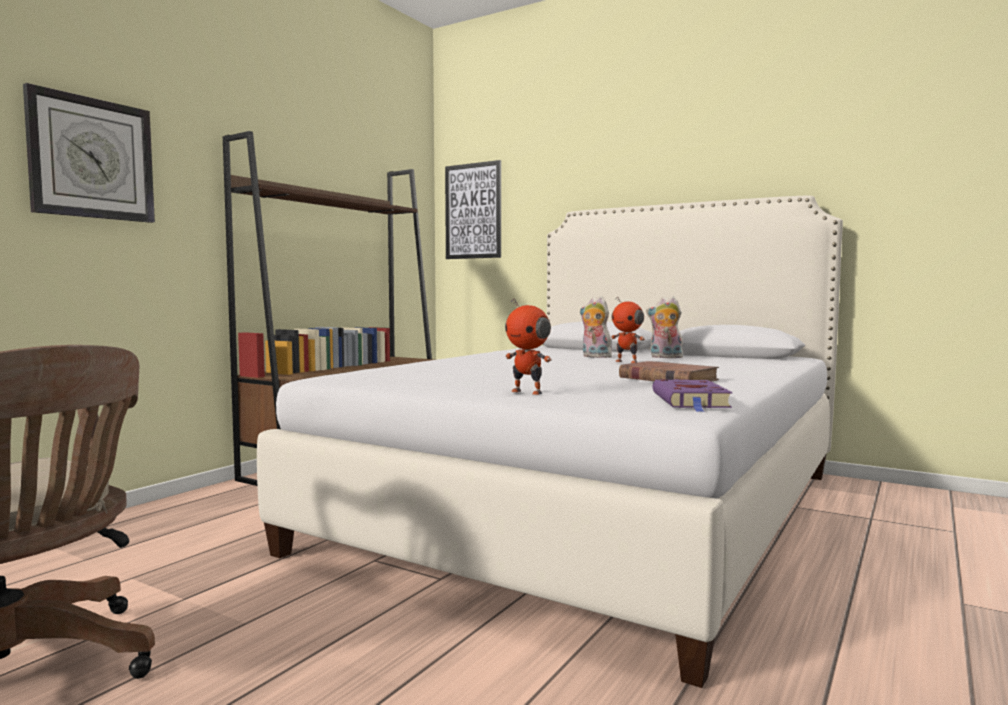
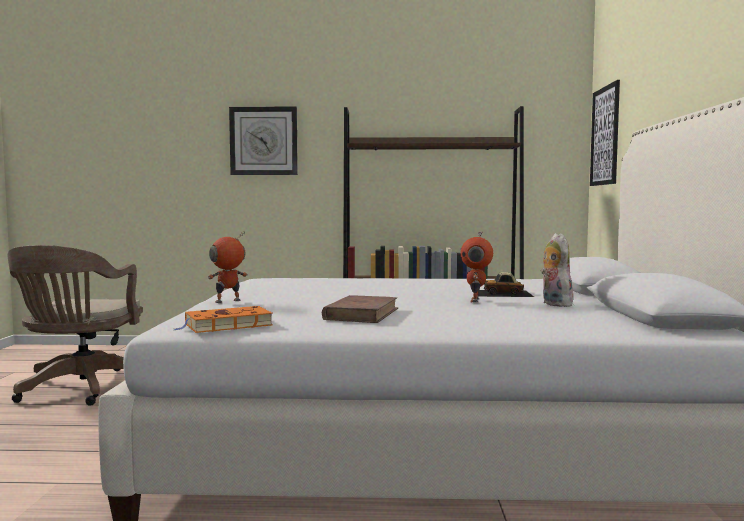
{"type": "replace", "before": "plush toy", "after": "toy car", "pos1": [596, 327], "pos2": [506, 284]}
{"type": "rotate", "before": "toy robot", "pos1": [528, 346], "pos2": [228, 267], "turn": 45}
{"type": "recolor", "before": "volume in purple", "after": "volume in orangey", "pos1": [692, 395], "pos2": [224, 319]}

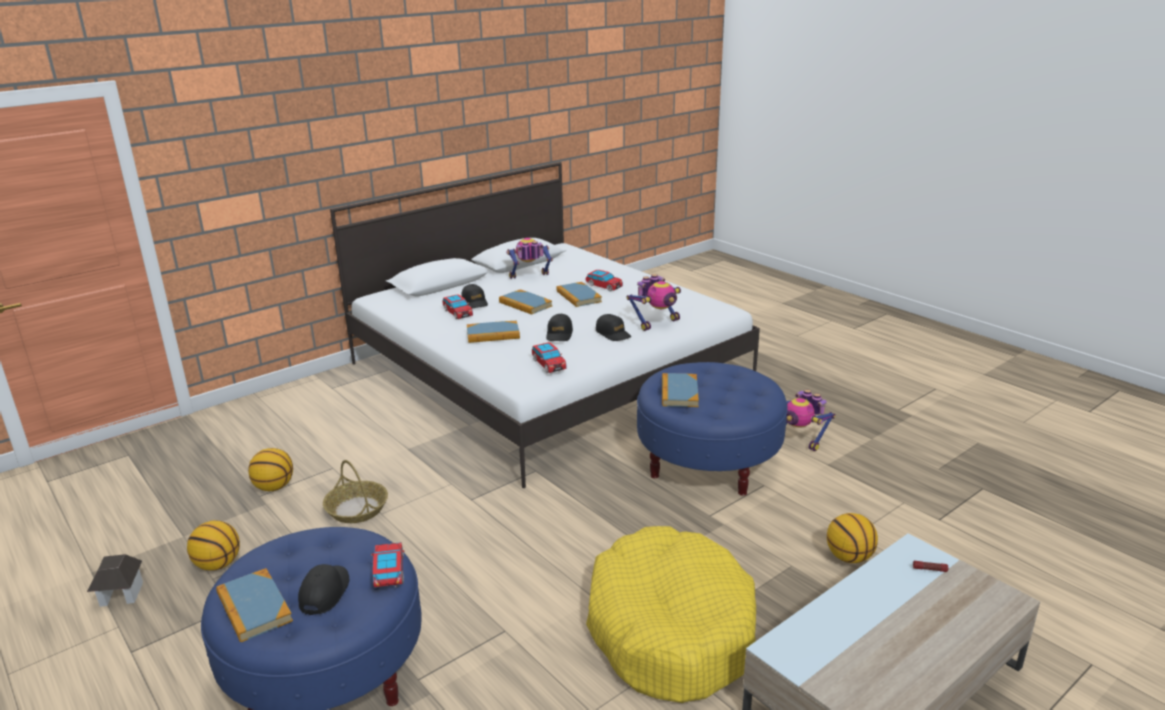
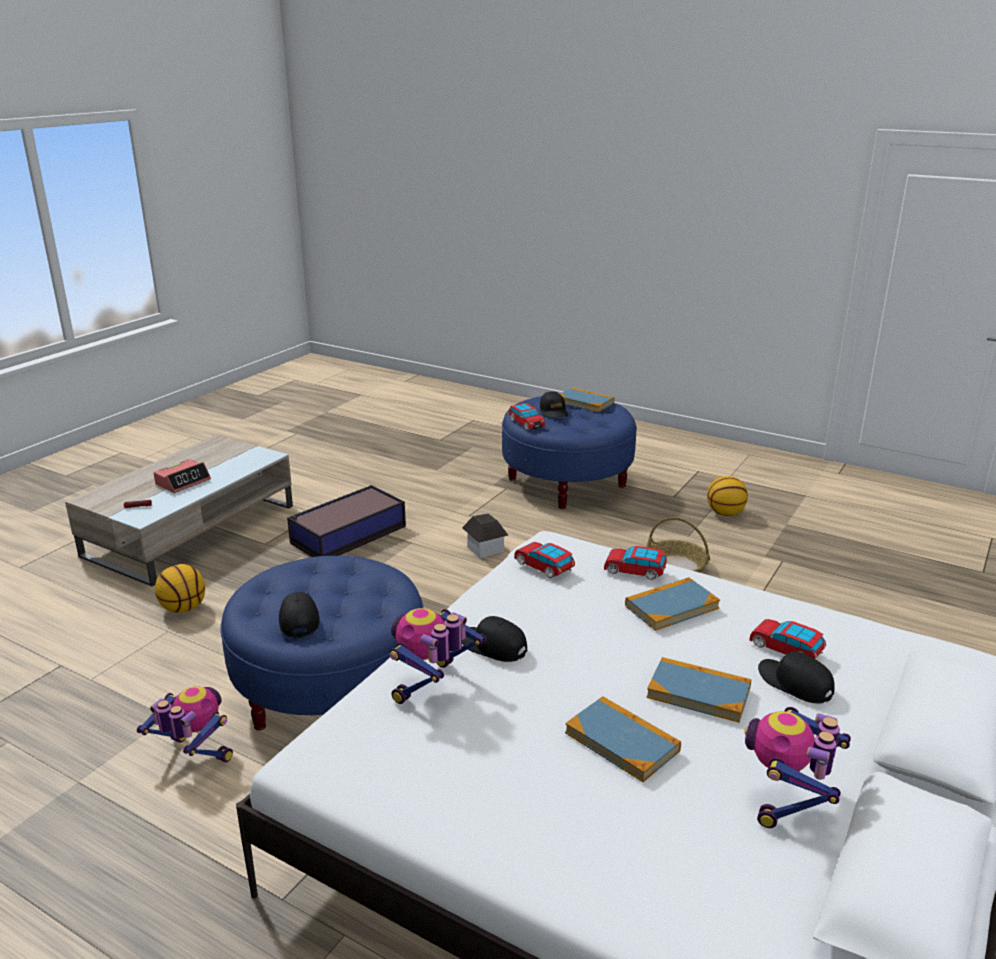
{"type": "rotate", "before": "toy robot", "pos1": [529, 258], "pos2": [797, 767], "turn": 150}
{"type": "move", "before": "toy car", "pos1": [604, 280], "pos2": [635, 563]}
{"type": "move", "before": "cap in black", "pos1": [559, 327], "pos2": [299, 615]}
{"type": "delete", "before": "volume", "pos1": [680, 390]}
{"type": "delete", "before": "basketball", "pos1": [270, 469]}
{"type": "replace", "before": "pet bed in yellow-coloured", "after": "storage container", "pos1": [671, 614], "pos2": [346, 521]}
{"type": "move", "before": "miniature house", "pos1": [115, 580], "pos2": [485, 536]}
{"type": "insert", "after": "bedside clock", "pos2": [182, 476]}

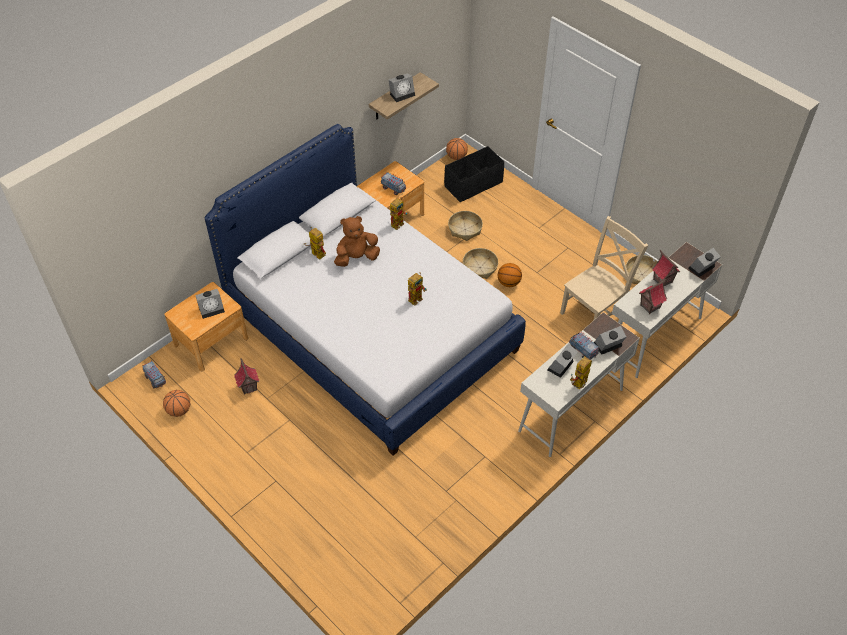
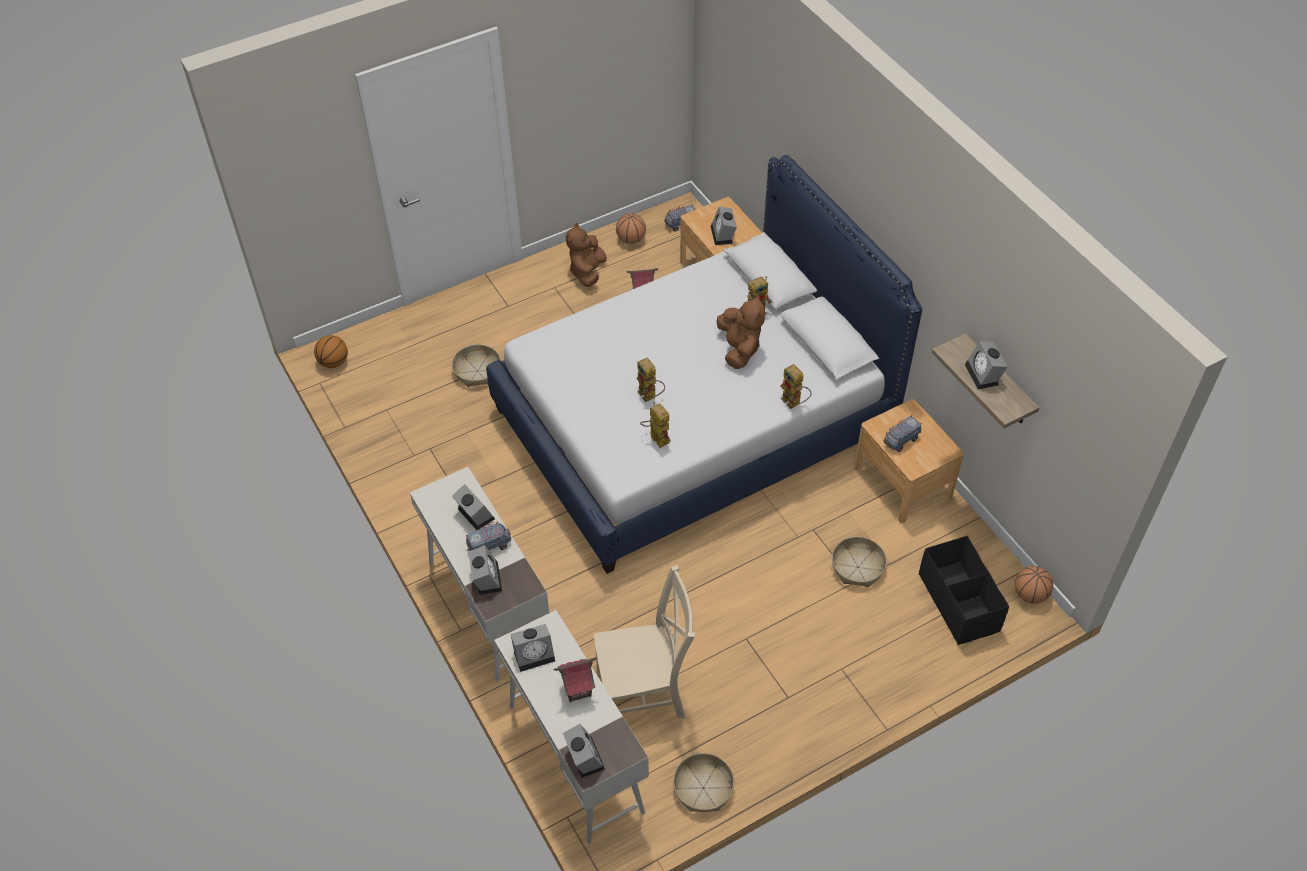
{"type": "rotate", "before": "plain chair in sand-coloured", "pos1": [604, 268], "pos2": [644, 641], "turn": -75}
{"type": "move", "before": "basket", "pos1": [480, 263], "pos2": [476, 365]}
{"type": "move", "before": "basketball", "pos1": [510, 275], "pos2": [331, 351]}
{"type": "replace", "before": "miniature house", "after": "bedside clock", "pos1": [653, 296], "pos2": [532, 648]}
{"type": "move", "before": "toy robot", "pos1": [581, 372], "pos2": [655, 425]}
{"type": "insert", "after": "plush toy in brownish", "pos2": [586, 255]}

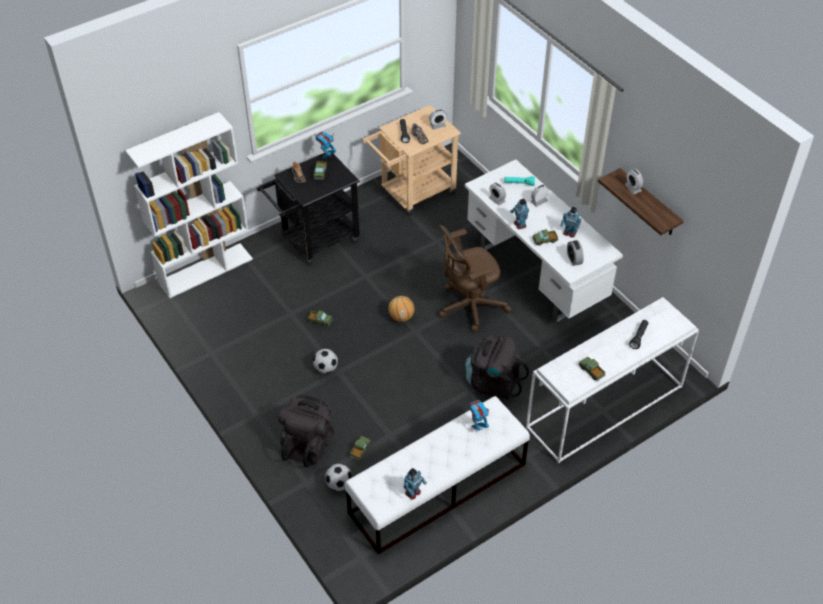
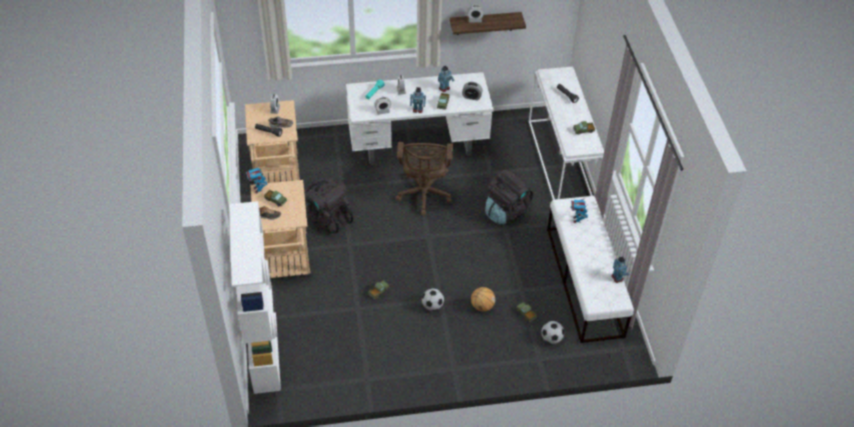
{"type": "recolor", "before": "wheeled cart in black", "after": "wheeled cart in sand-coloured", "pos1": [308, 207], "pos2": [281, 229]}
{"type": "move", "before": "basketball", "pos1": [401, 309], "pos2": [483, 299]}
{"type": "move", "before": "knapsack in black", "pos1": [306, 431], "pos2": [329, 206]}

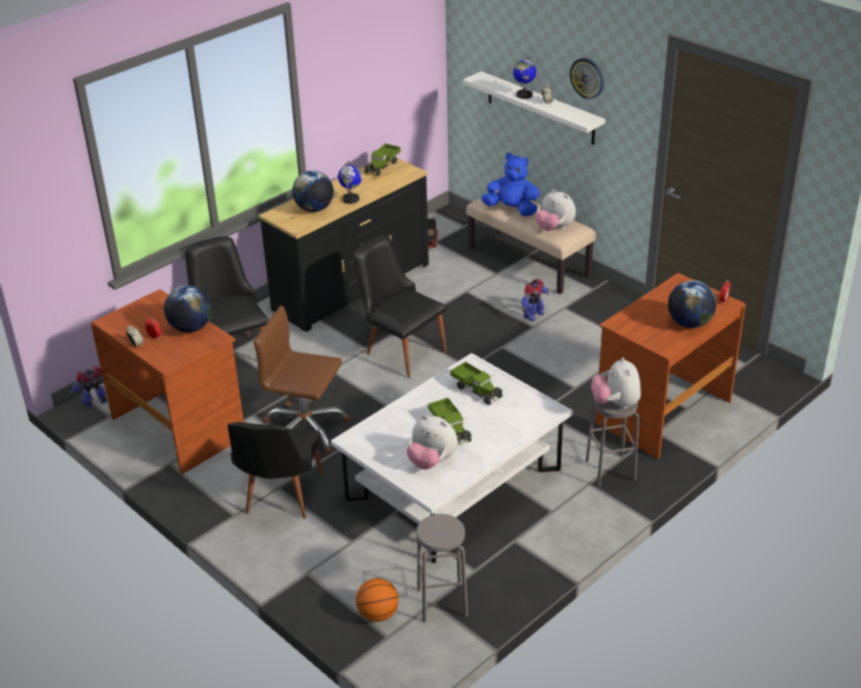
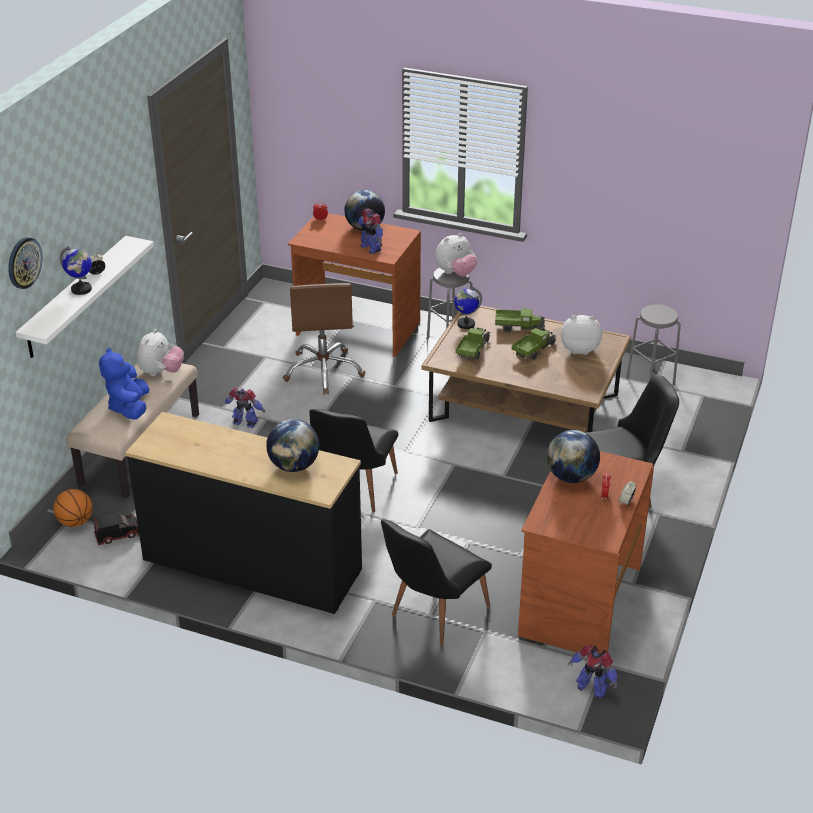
{"type": "move", "before": "wall clock", "pos1": [587, 78], "pos2": [25, 263]}
{"type": "move", "before": "model truck", "pos1": [382, 160], "pos2": [520, 320]}
{"type": "move", "before": "world globe", "pos1": [350, 184], "pos2": [468, 308]}
{"type": "move", "before": "desk chair in brownish", "pos1": [302, 380], "pos2": [324, 339]}
{"type": "recolor", "before": "coffee table in white-coloured", "after": "coffee table in brownish", "pos1": [452, 458], "pos2": [526, 368]}
{"type": "rotate", "before": "plush toy", "pos1": [432, 442], "pos2": [581, 335], "turn": -90}
{"type": "move", "before": "basketball", "pos1": [377, 600], "pos2": [73, 508]}
{"type": "insert", "after": "toy robot", "pos2": [369, 231]}

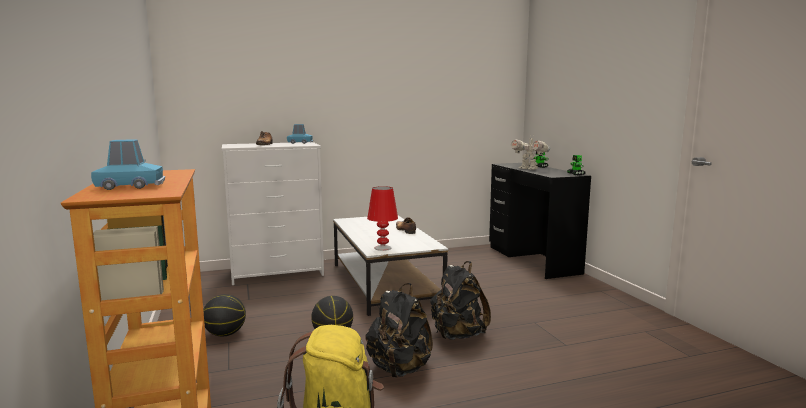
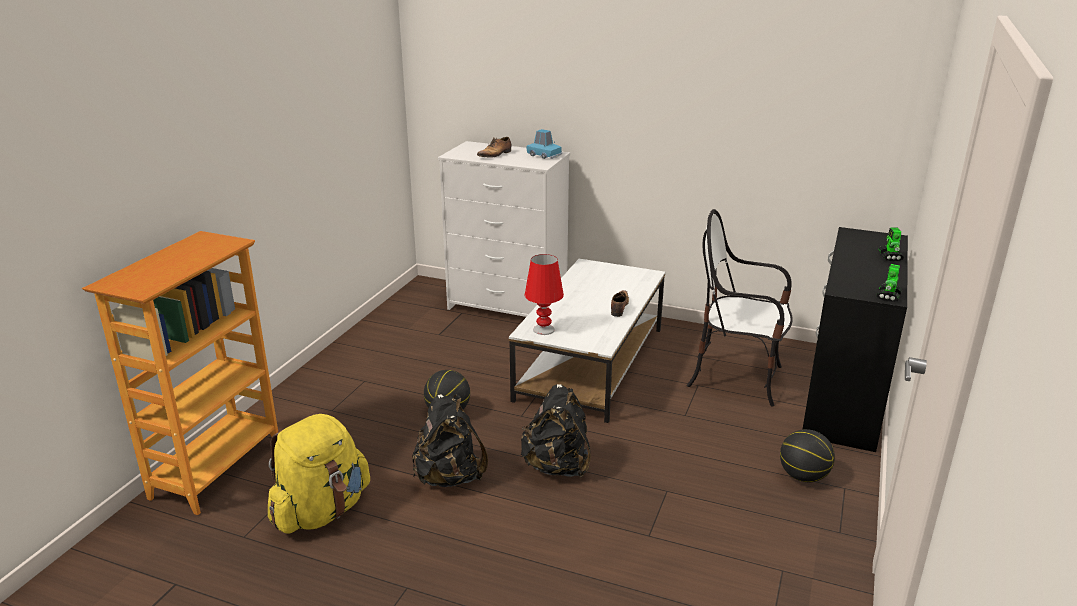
{"type": "delete", "before": "toy robot", "pos1": [530, 153]}
{"type": "delete", "before": "toy car in bluish", "pos1": [128, 164]}
{"type": "move", "before": "basketball", "pos1": [224, 315], "pos2": [807, 455]}
{"type": "insert", "after": "plain chair", "pos2": [740, 307]}

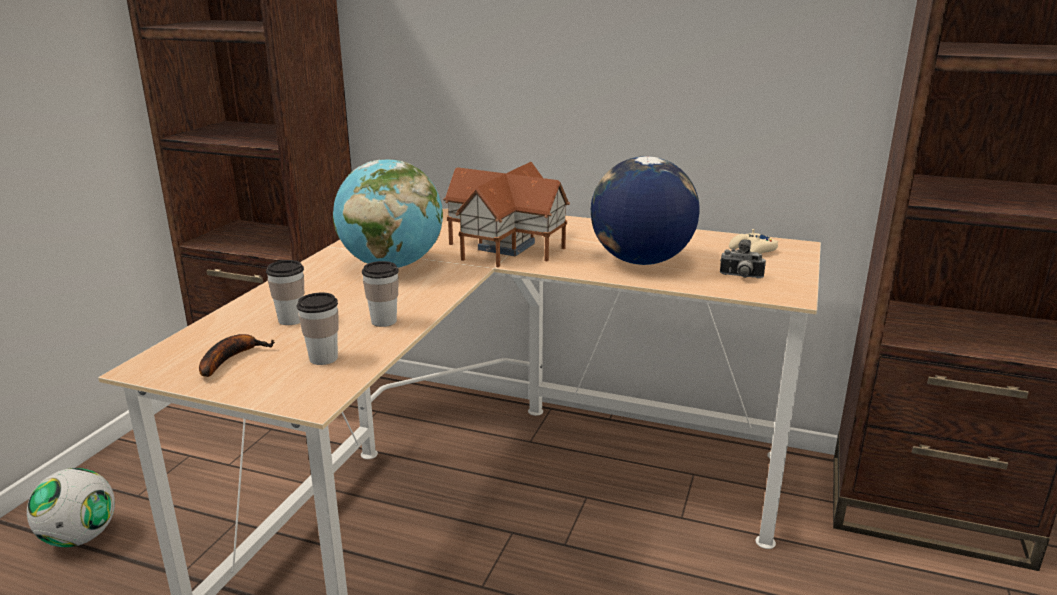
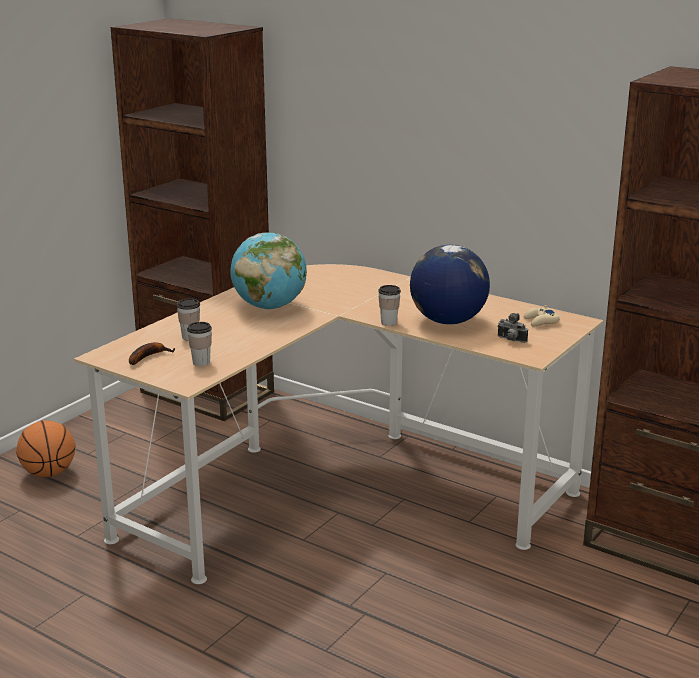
{"type": "delete", "before": "miniature house", "pos1": [506, 214]}
{"type": "move", "before": "cup", "pos1": [380, 294], "pos2": [389, 305]}
{"type": "replace", "before": "ball for football", "after": "basketball", "pos1": [71, 507], "pos2": [45, 448]}

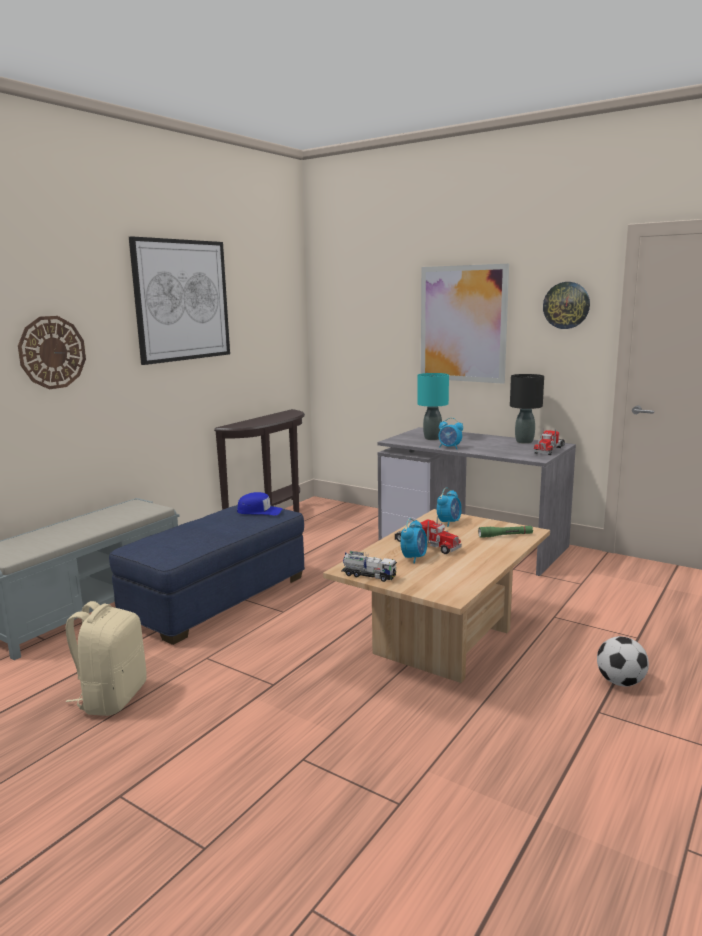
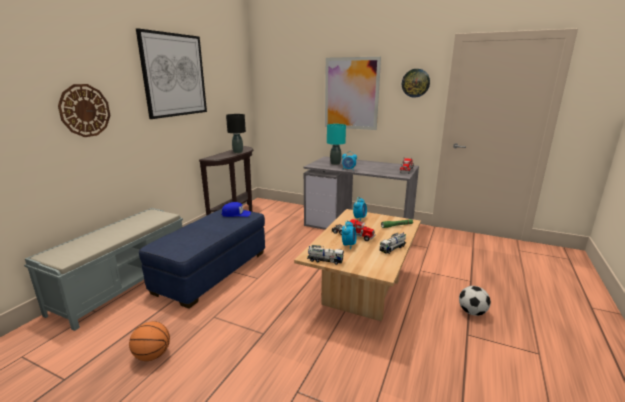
{"type": "move", "before": "table lamp in black", "pos1": [527, 409], "pos2": [236, 133]}
{"type": "replace", "before": "knapsack in sand-coloured", "after": "basketball", "pos1": [106, 658], "pos2": [149, 341]}
{"type": "insert", "after": "model truck", "pos2": [393, 243]}

